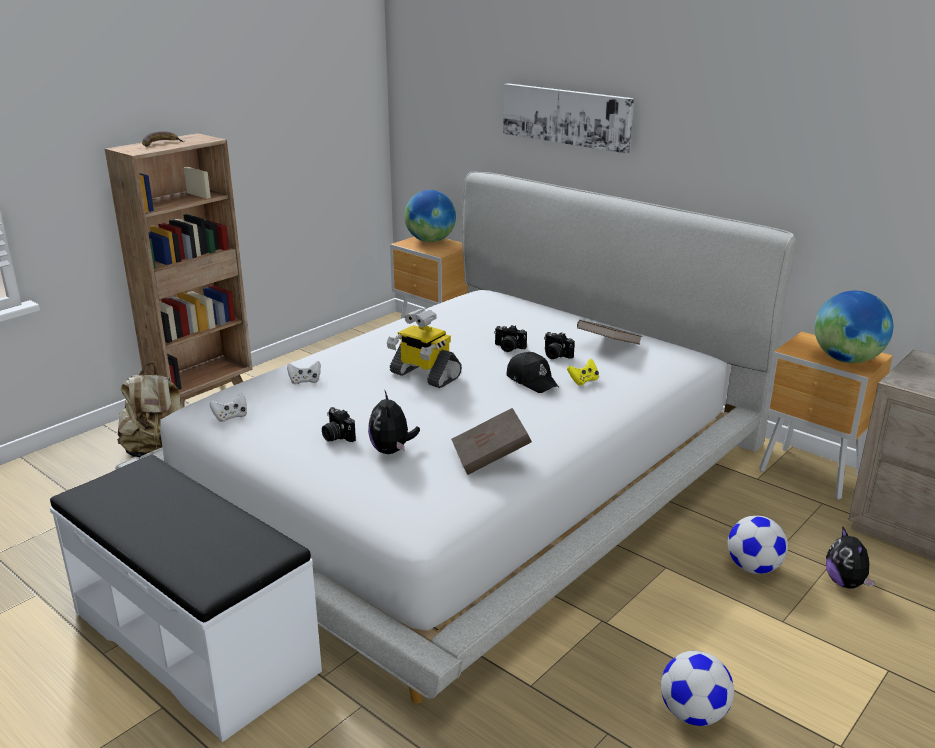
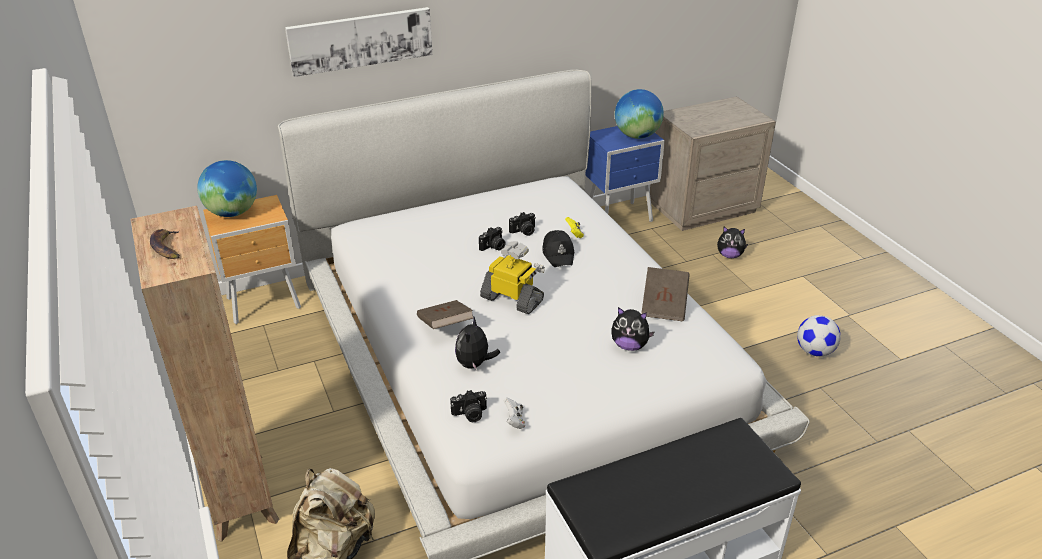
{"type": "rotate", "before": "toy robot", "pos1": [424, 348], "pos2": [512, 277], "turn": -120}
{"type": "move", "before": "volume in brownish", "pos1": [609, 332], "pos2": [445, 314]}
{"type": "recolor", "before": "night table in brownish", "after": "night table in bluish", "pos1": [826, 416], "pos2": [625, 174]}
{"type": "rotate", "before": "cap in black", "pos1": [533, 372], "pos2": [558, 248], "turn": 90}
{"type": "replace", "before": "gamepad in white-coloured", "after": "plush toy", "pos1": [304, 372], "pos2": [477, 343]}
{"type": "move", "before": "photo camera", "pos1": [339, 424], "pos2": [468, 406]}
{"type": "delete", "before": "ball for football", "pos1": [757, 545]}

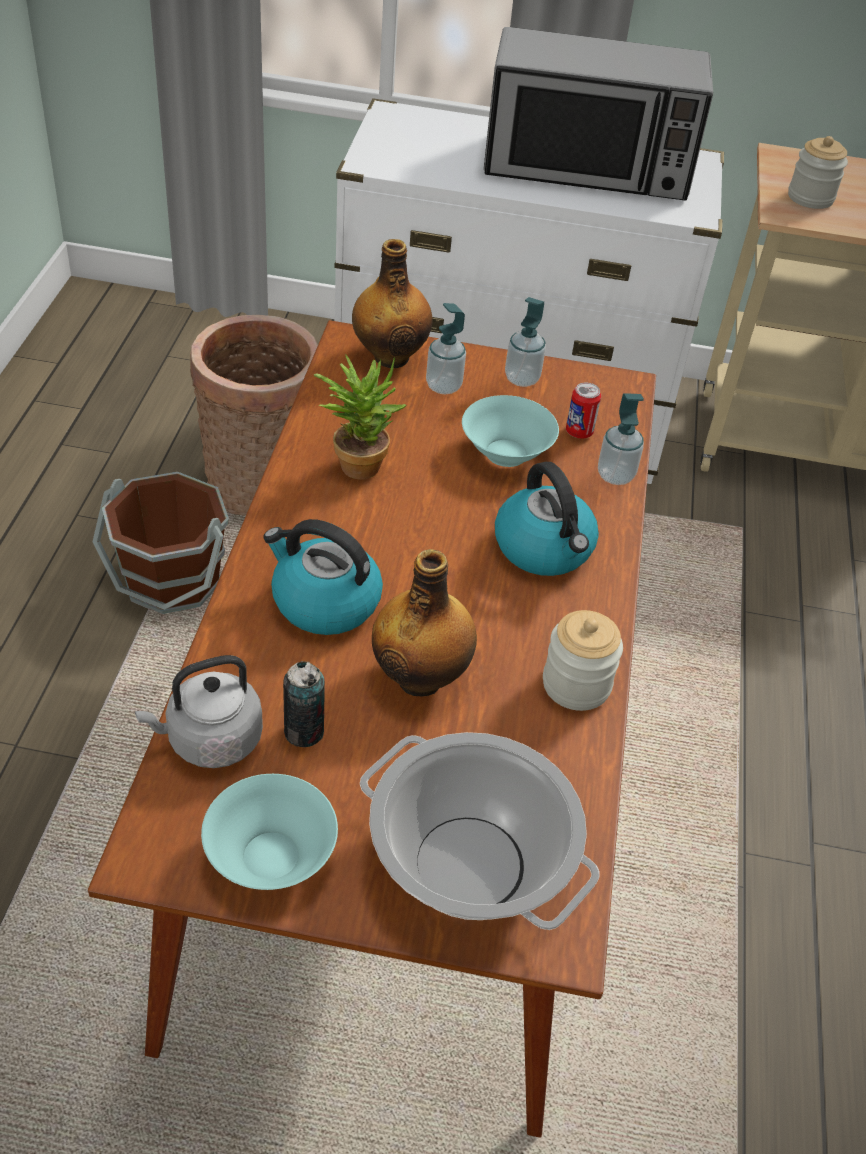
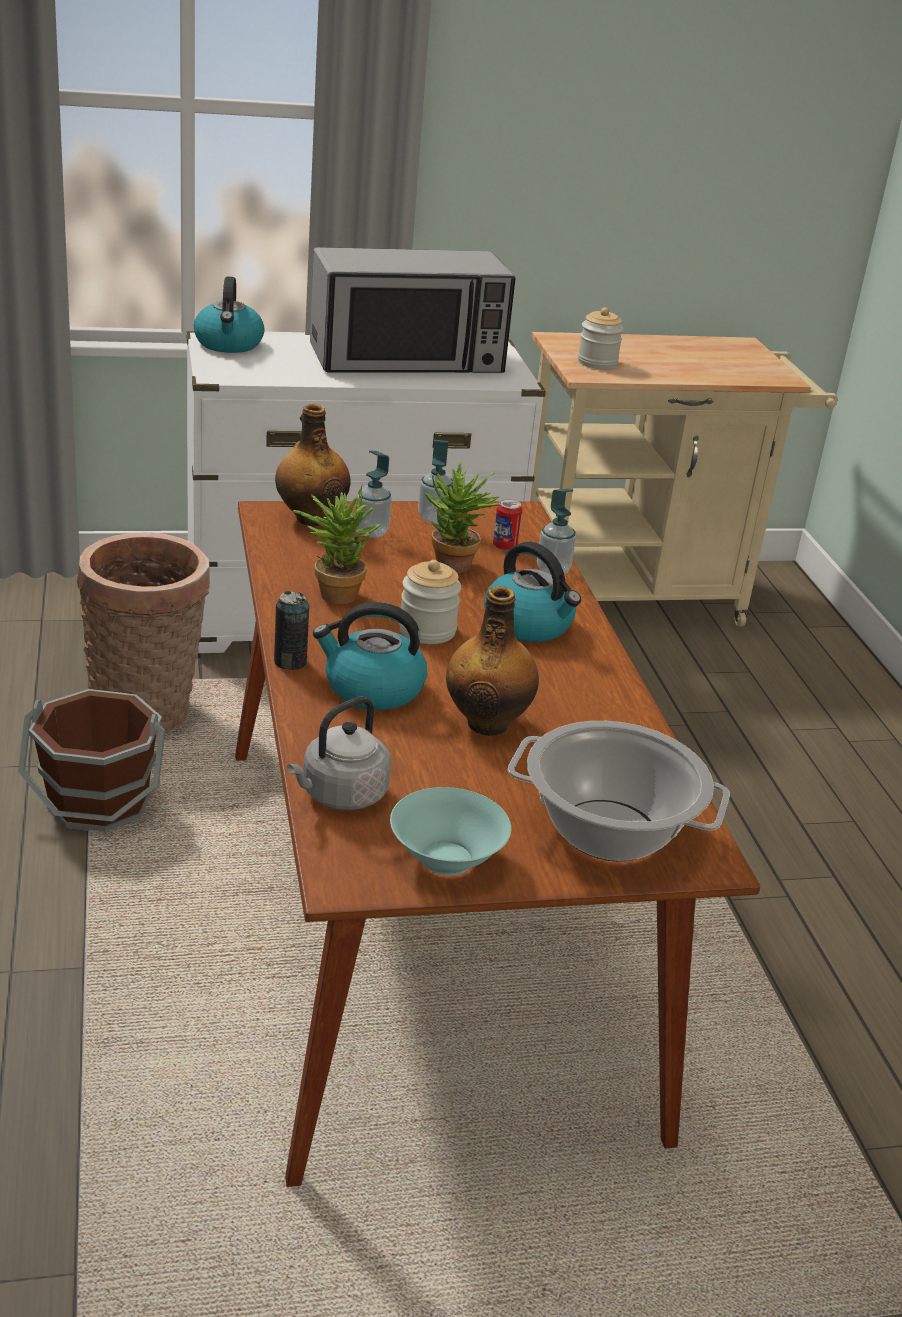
{"type": "replace", "before": "deep dish in blue-green", "after": "plant in a pot", "pos1": [510, 431], "pos2": [462, 517]}
{"type": "move", "before": "storage jar", "pos1": [583, 660], "pos2": [430, 602]}
{"type": "move", "before": "metal can", "pos1": [304, 704], "pos2": [291, 630]}
{"type": "insert", "after": "water kettle", "pos2": [229, 314]}

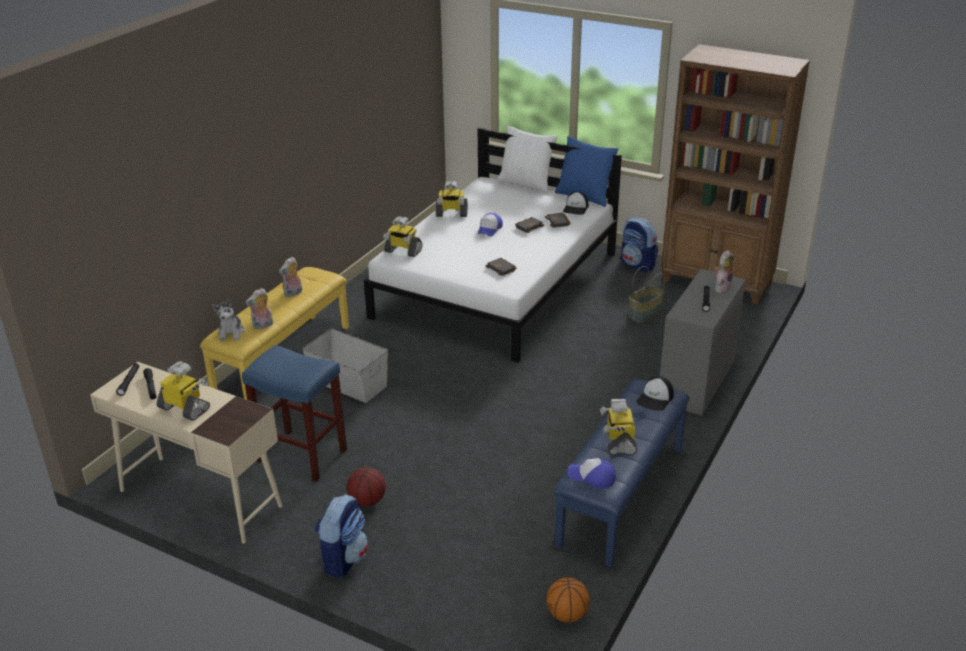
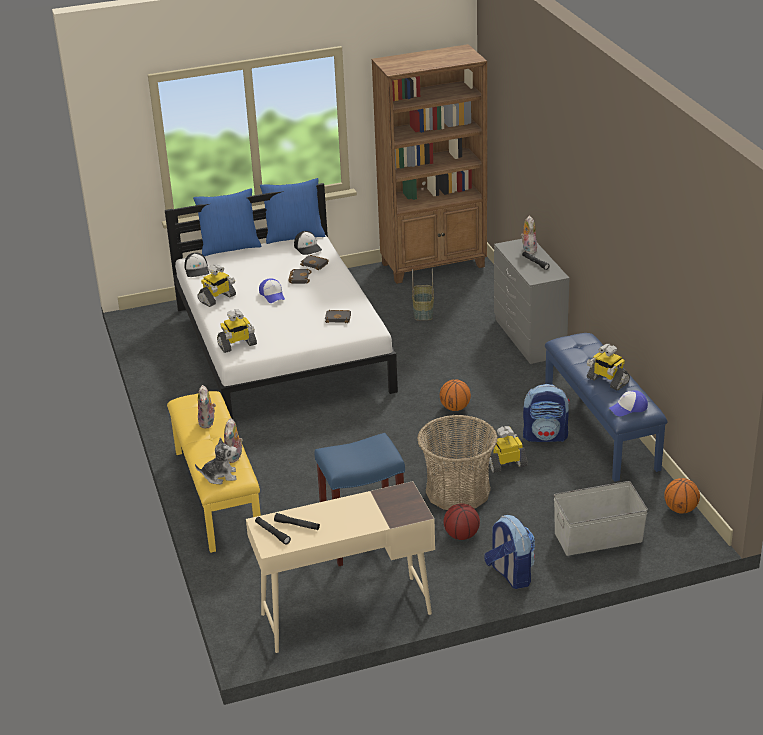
{"type": "recolor", "before": "cushion in white-coloured", "after": "cushion in bluish", "pos1": [527, 159], "pos2": [227, 222]}
{"type": "move", "before": "knapsack", "pos1": [639, 245], "pos2": [546, 413]}
{"type": "rotate", "before": "plush toy", "pos1": [228, 320], "pos2": [216, 461], "turn": -45}
{"type": "move", "before": "storage container in grey", "pos1": [345, 365], "pos2": [601, 518]}
{"type": "move", "before": "toy robot", "pos1": [183, 391], "pos2": [507, 449]}
{"type": "move", "before": "cap", "pos1": [655, 393], "pos2": [196, 265]}
{"type": "insert", "after": "basketball", "pos2": [455, 395]}
{"type": "insert", "after": "basket", "pos2": [457, 462]}

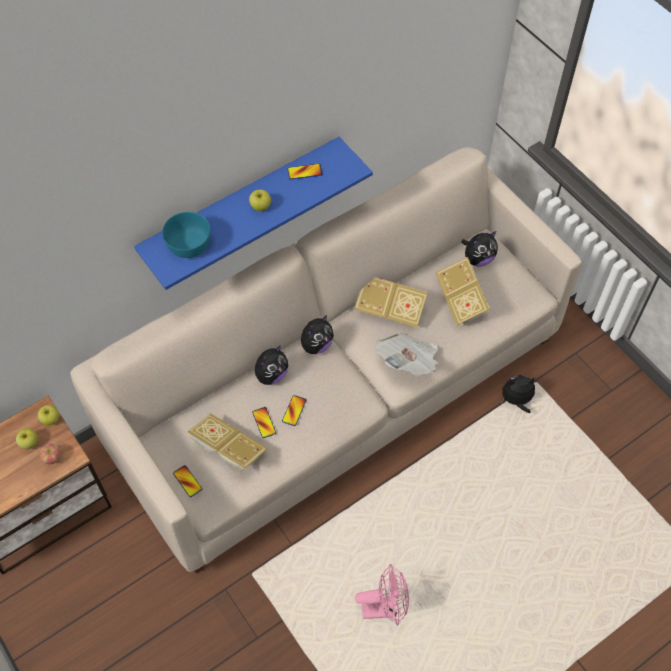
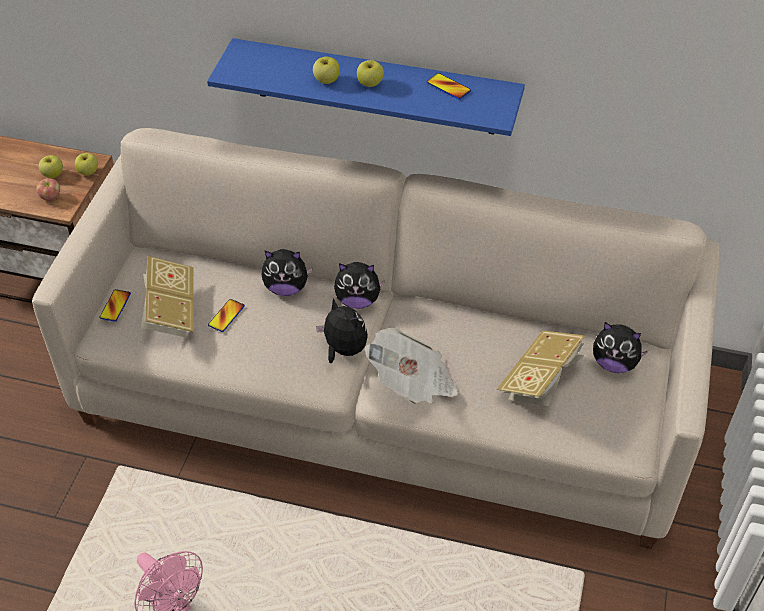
{"type": "delete", "before": "deep dish in blue-green", "pos1": [186, 235]}
{"type": "delete", "before": "volume", "pos1": [391, 302]}
{"type": "move", "before": "plush toy", "pos1": [518, 394], "pos2": [342, 330]}
{"type": "delete", "before": "handset", "pos1": [294, 410]}
{"type": "insert", "after": "apple fruit", "pos2": [326, 70]}

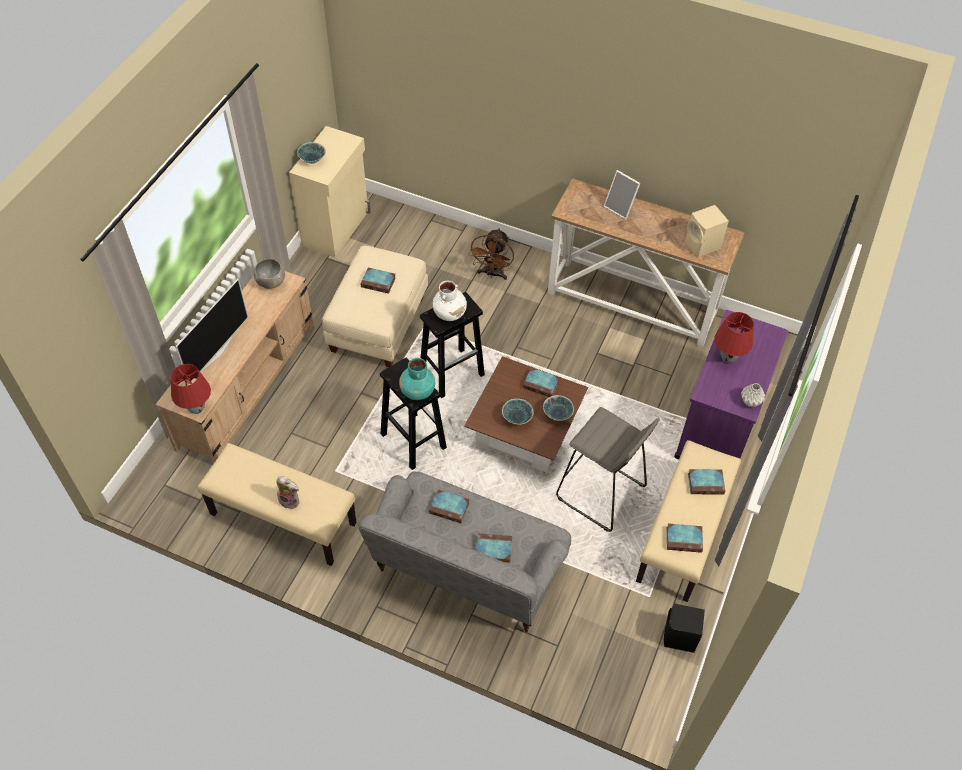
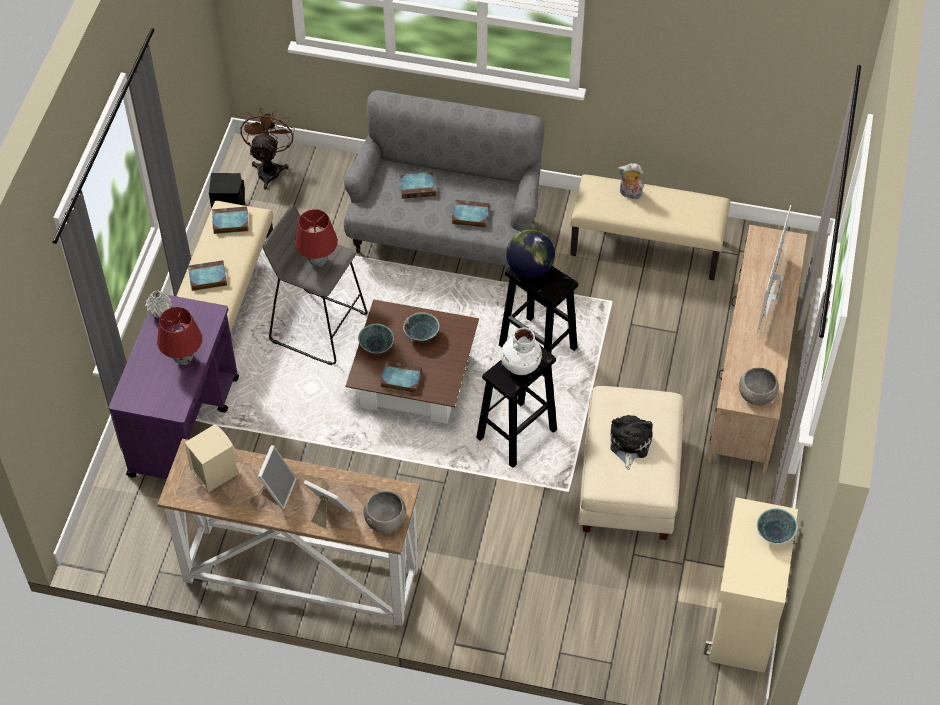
{"type": "move", "before": "electric fan in brownish", "pos1": [491, 254], "pos2": [267, 149]}
{"type": "replace", "before": "volume", "after": "plush toy", "pos1": [378, 281], "pos2": [631, 442]}
{"type": "replace", "before": "decorative vase in blue-green", "after": "world globe", "pos1": [417, 379], "pos2": [530, 254]}
{"type": "move", "before": "table lamp in red-coloured", "pos1": [190, 389], "pos2": [316, 238]}
{"type": "insert", "after": "picture frame", "pos2": [277, 477]}
{"type": "insert", "after": "deep dish in grey", "pos2": [385, 511]}

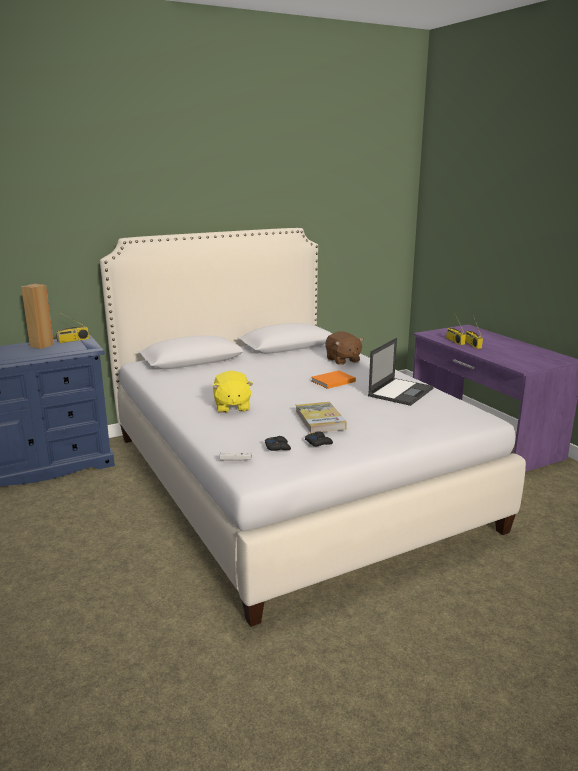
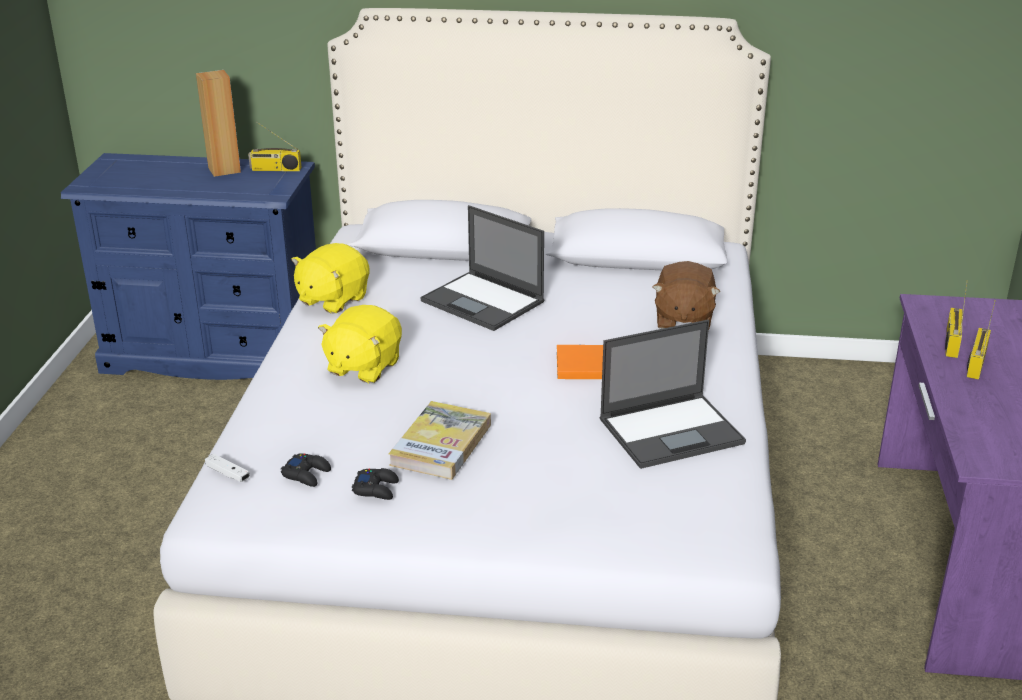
{"type": "insert", "after": "laptop", "pos2": [482, 268]}
{"type": "insert", "after": "plush toy in yellow-coloured", "pos2": [330, 278]}

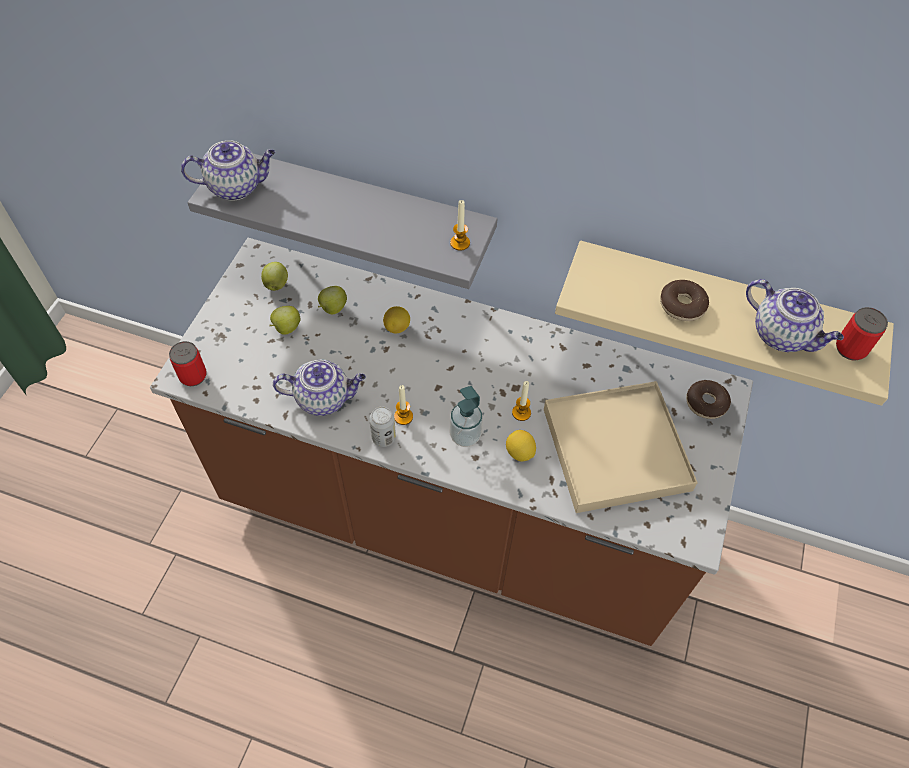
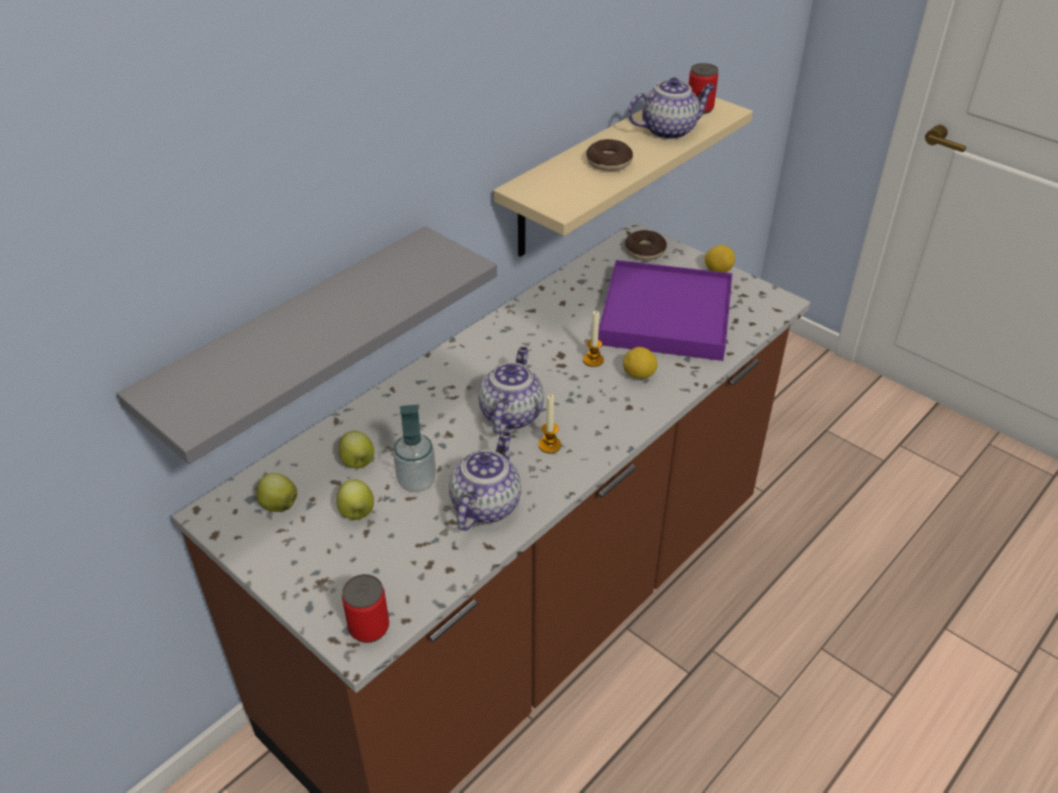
{"type": "move", "before": "teapot", "pos1": [228, 170], "pos2": [511, 391]}
{"type": "delete", "before": "wax light", "pos1": [460, 225]}
{"type": "move", "before": "lemon", "pos1": [396, 319], "pos2": [719, 259]}
{"type": "recolor", "before": "serving tray in sand-coloured", "after": "serving tray in purple", "pos1": [621, 447], "pos2": [665, 310]}
{"type": "move", "before": "soap dispenser", "pos1": [466, 416], "pos2": [414, 448]}
{"type": "delete", "before": "metal can", "pos1": [382, 426]}

